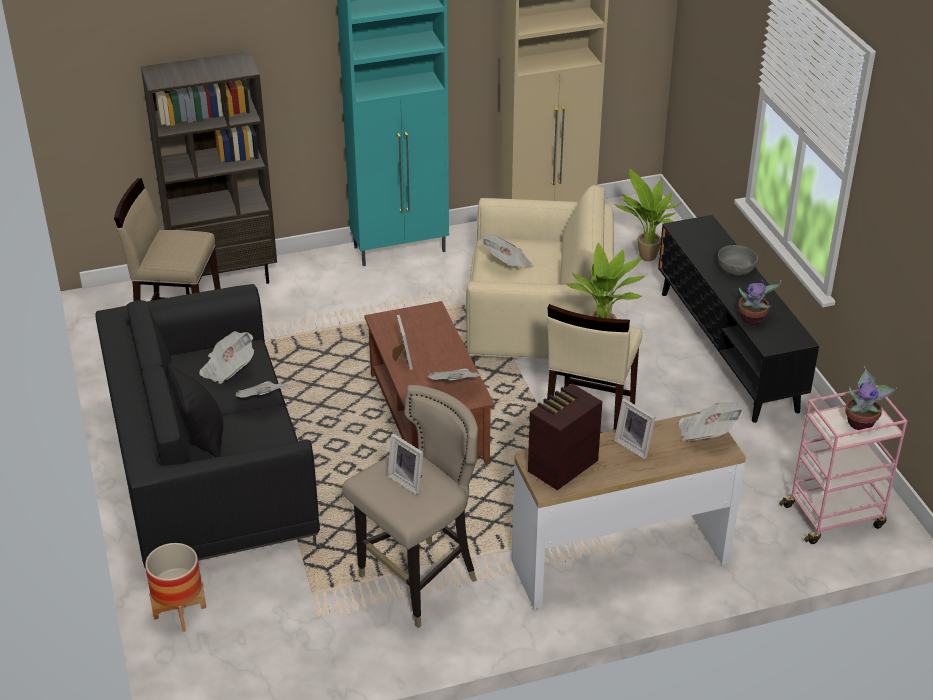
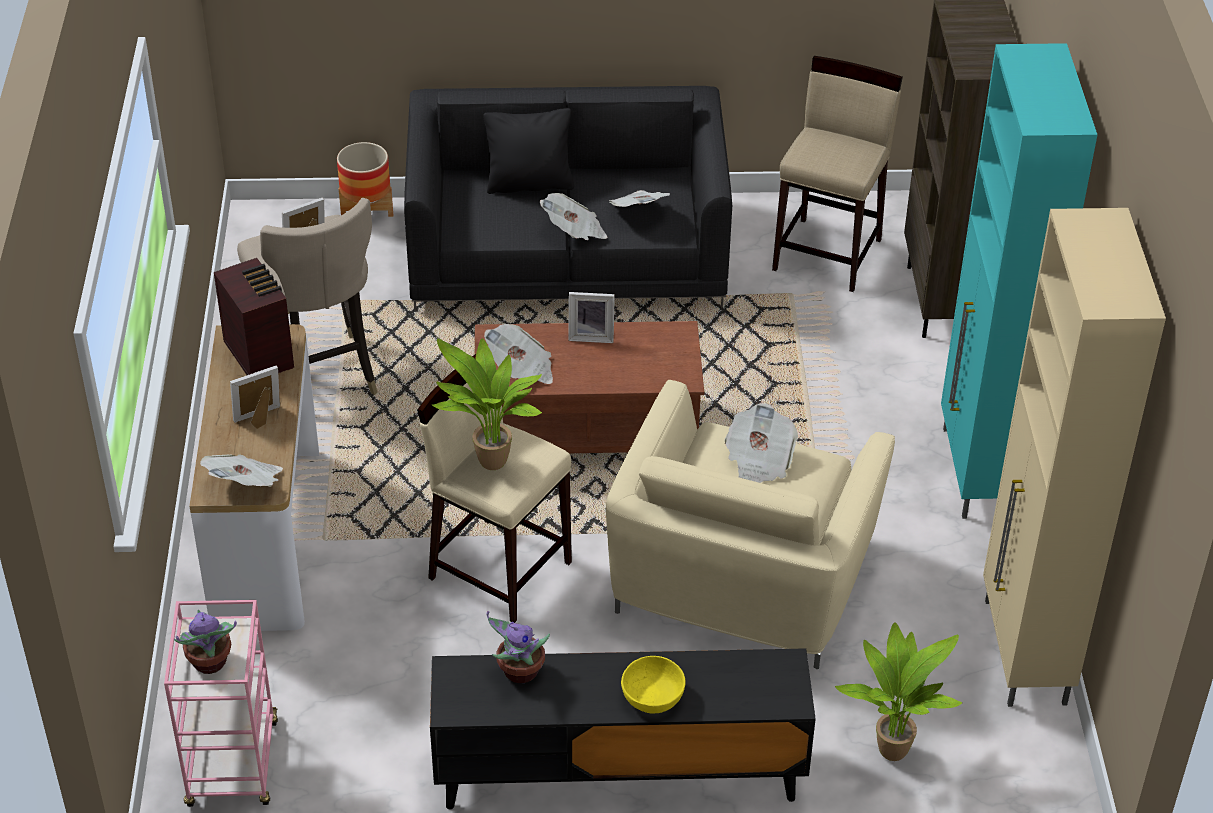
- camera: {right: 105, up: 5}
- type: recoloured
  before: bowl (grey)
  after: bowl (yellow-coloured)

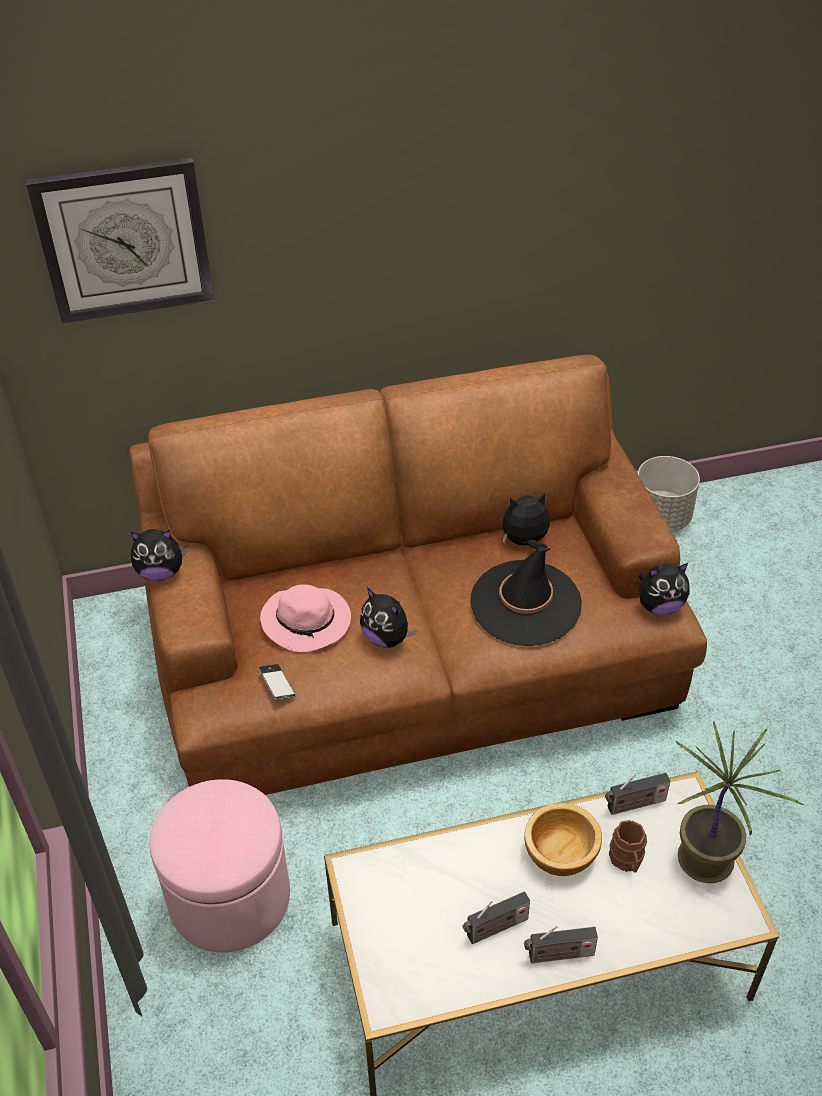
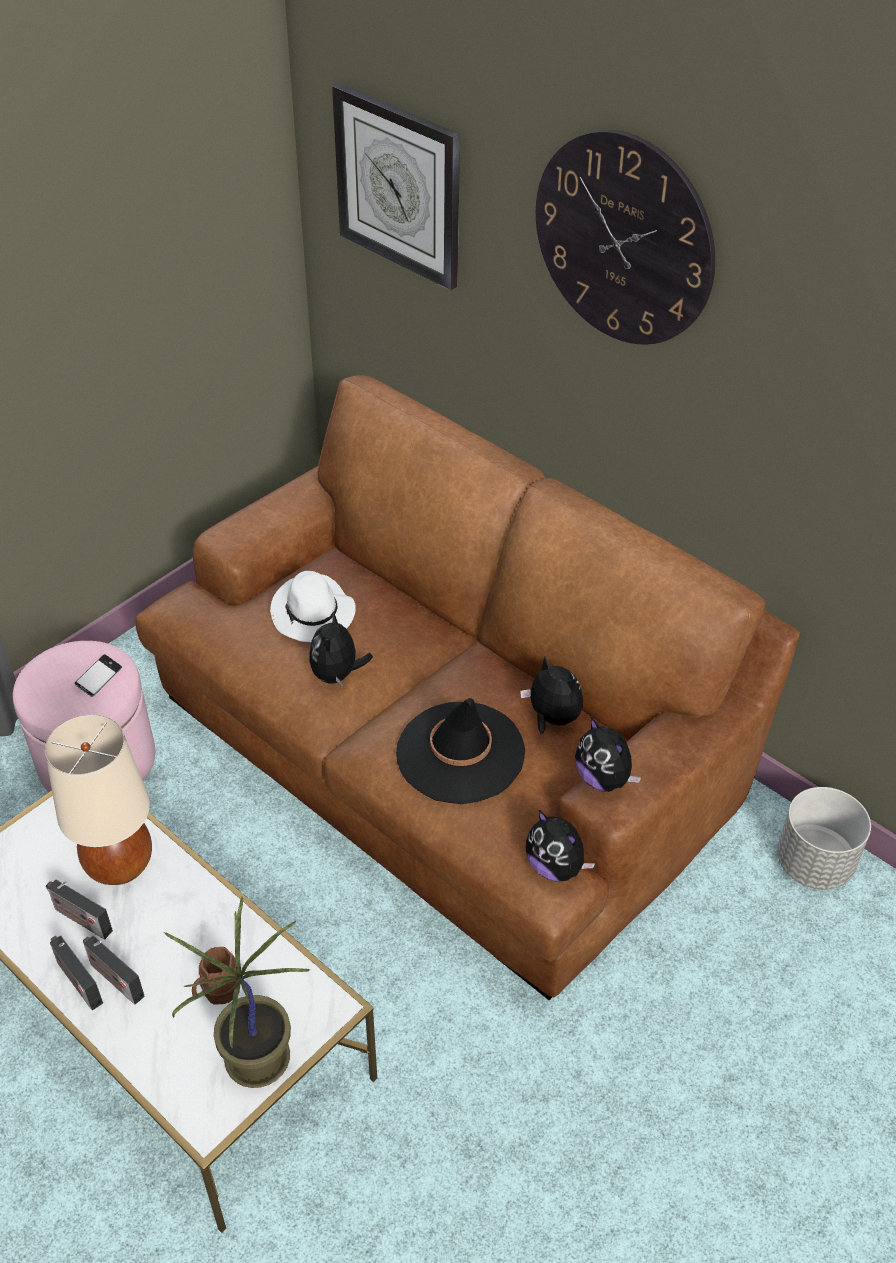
- camera: {right: 55, up: 0}
- type: added
  after: tabletop lamp (beige)
- type: moved
  before: phone
- type: moved
  before: radio (3rd from left)
- type: recoloured
  before: hat (pink-coloured)
  after: hat (whitish)
- type: added
  after: wall clock (2nd from left)
- type: moved
  before: cuddly toy (1st from left in the first image)
  after: cuddly toy (4th from left)
- type: removed
  before: bowl

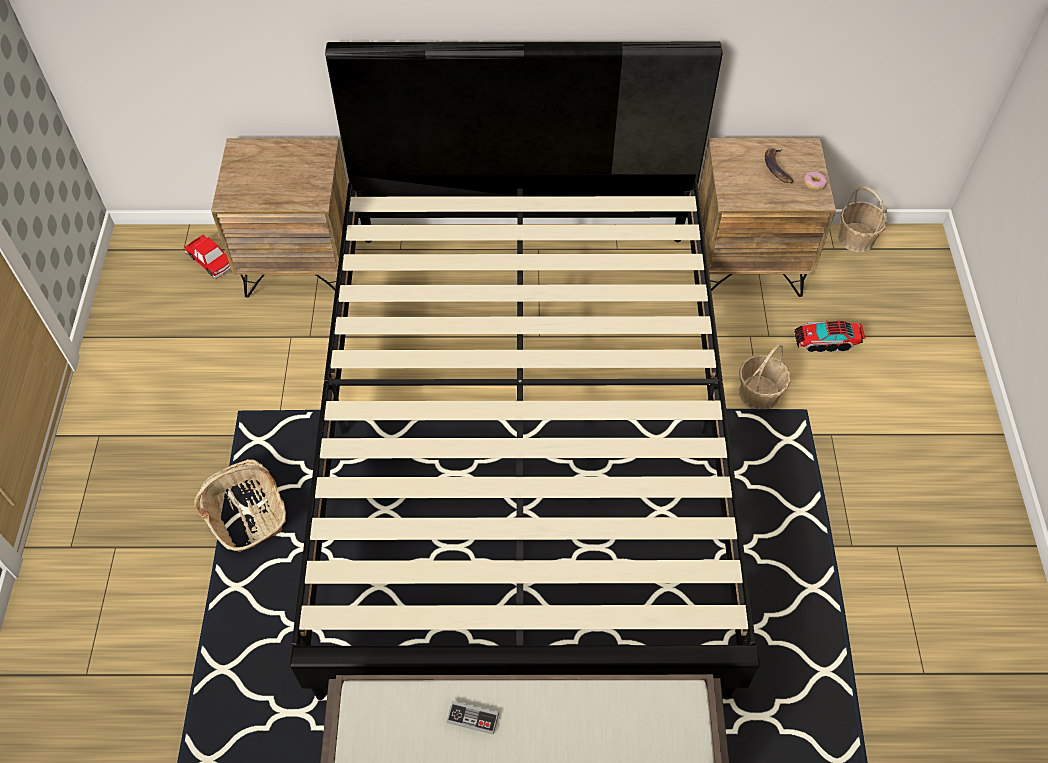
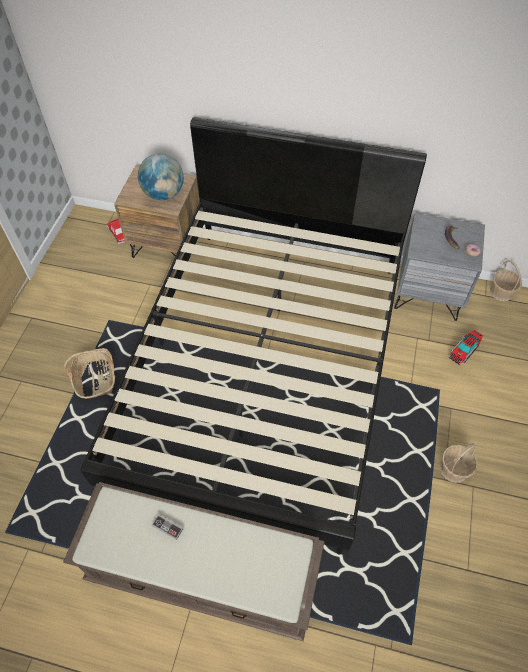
- camera: {right: 15, up: 0}
- type: added
  after: world globe
- type: recoloured
  before: bedside table (brown) (2nd from left)
  after: bedside table (grey)
- type: moved
  before: basket (2nd from left)
- type: turned
  before: toy truck
  turn: -60

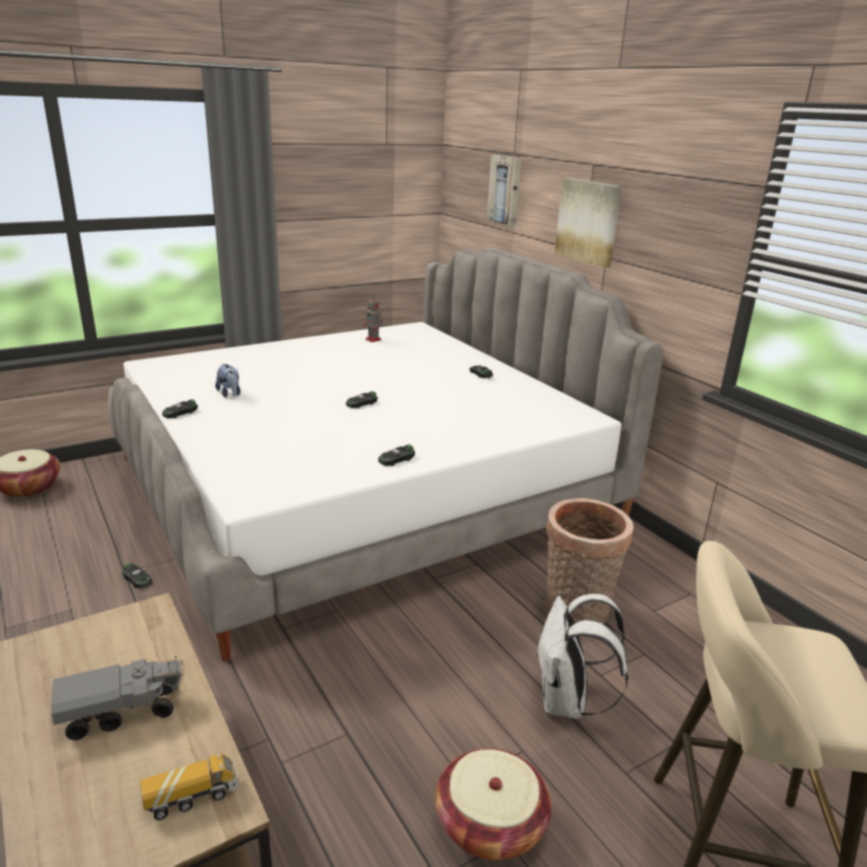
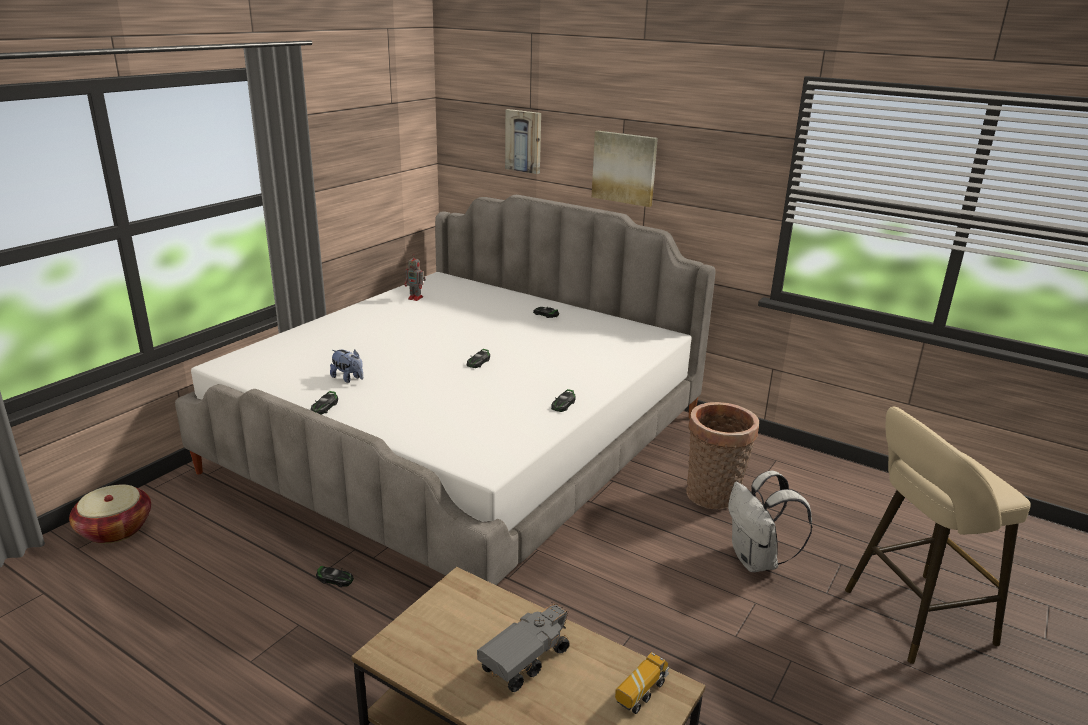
- camera: {right: -25, up: 0}
- type: removed
  before: basket (2nd from left)

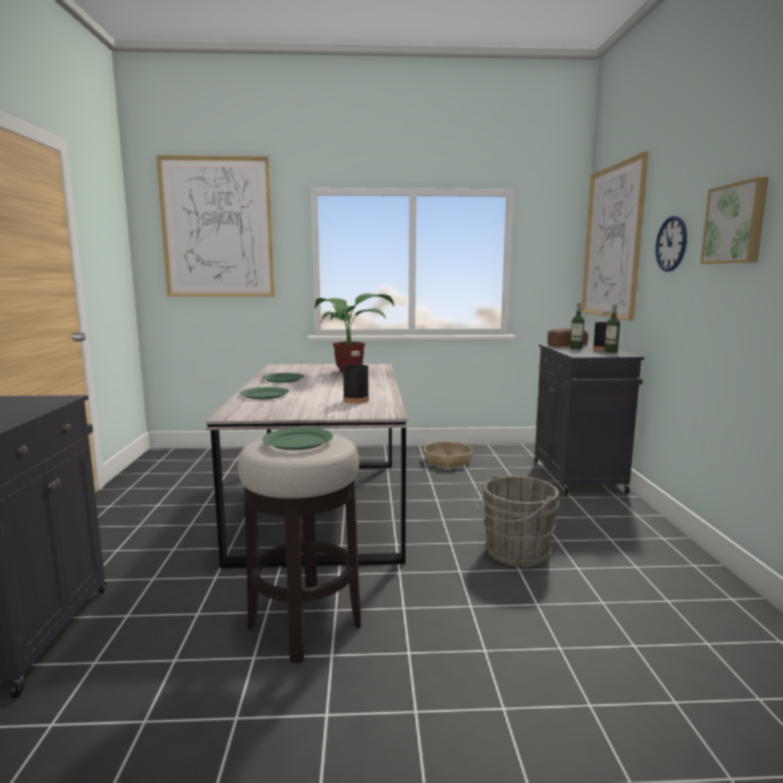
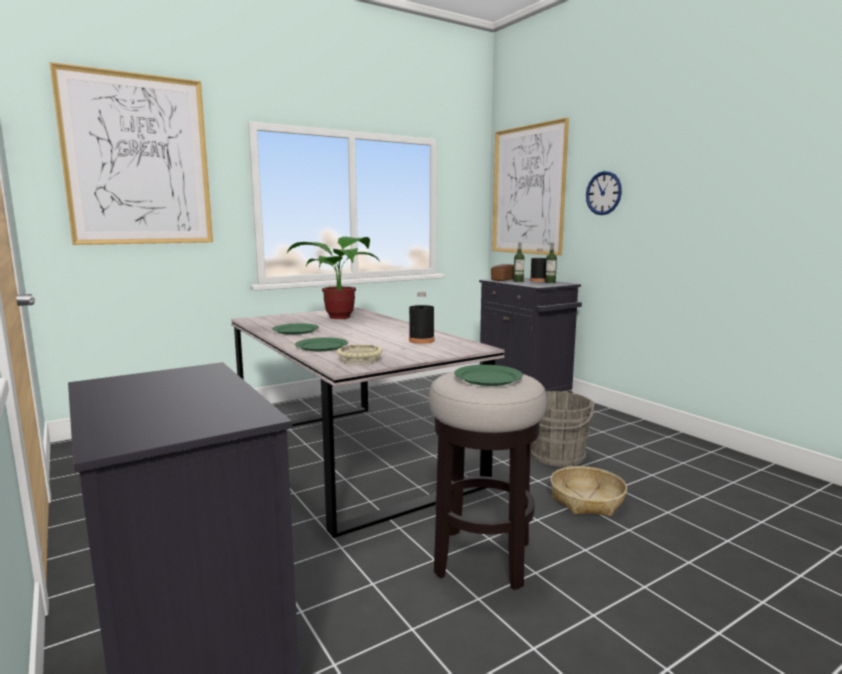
- camera: {right: -30, up: 0}
- type: added
  after: bowl (beige)
- type: moved
  before: basket
- type: removed
  before: picture (3rd from left)

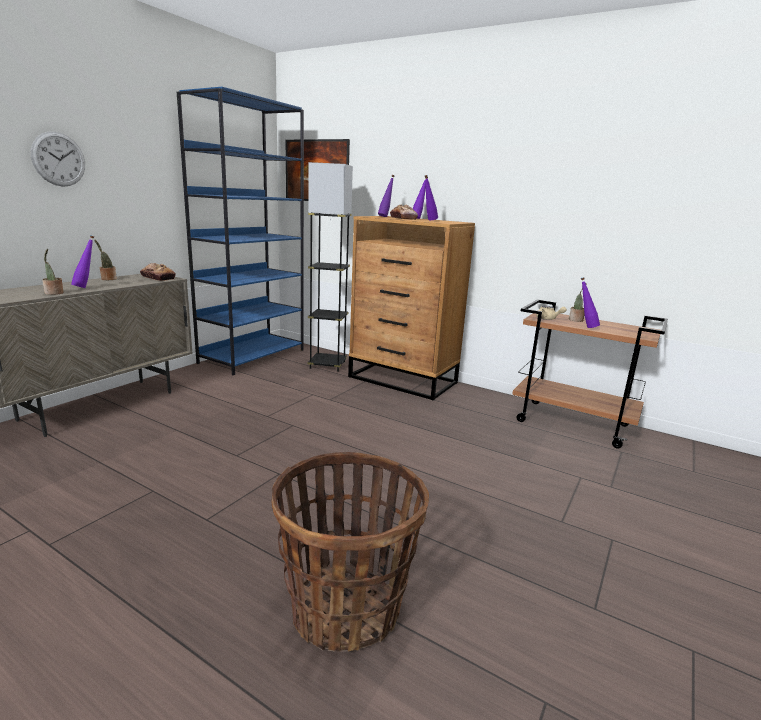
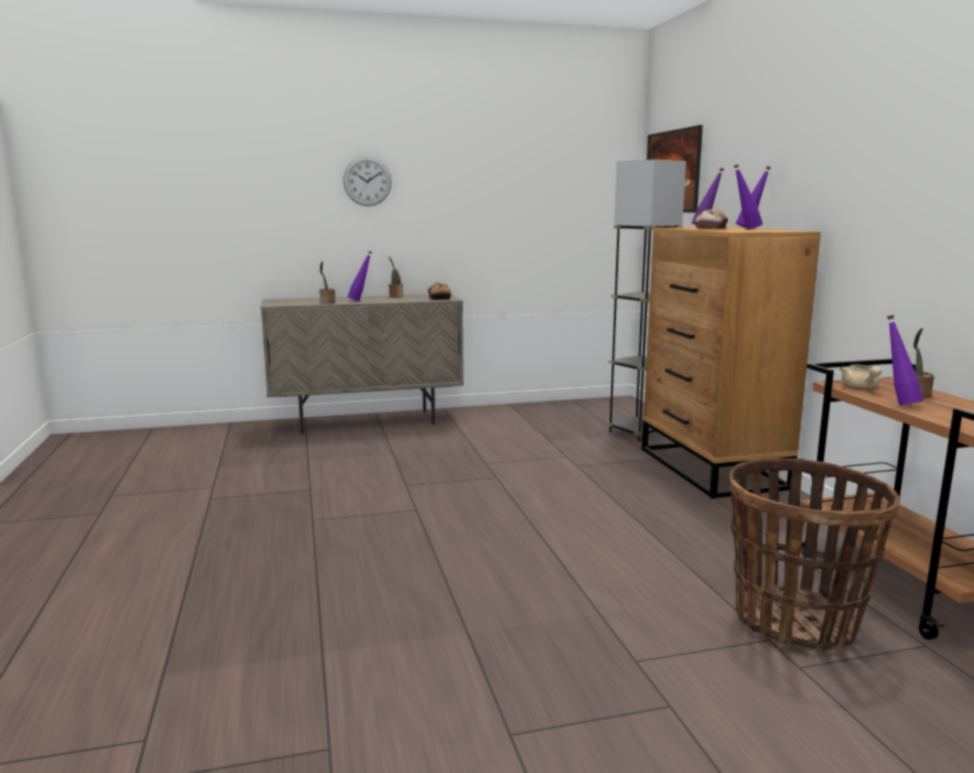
- camera: {right: 45, up: -5}
- type: moved
  before: basket
- type: removed
  before: shelving unit (bluish)

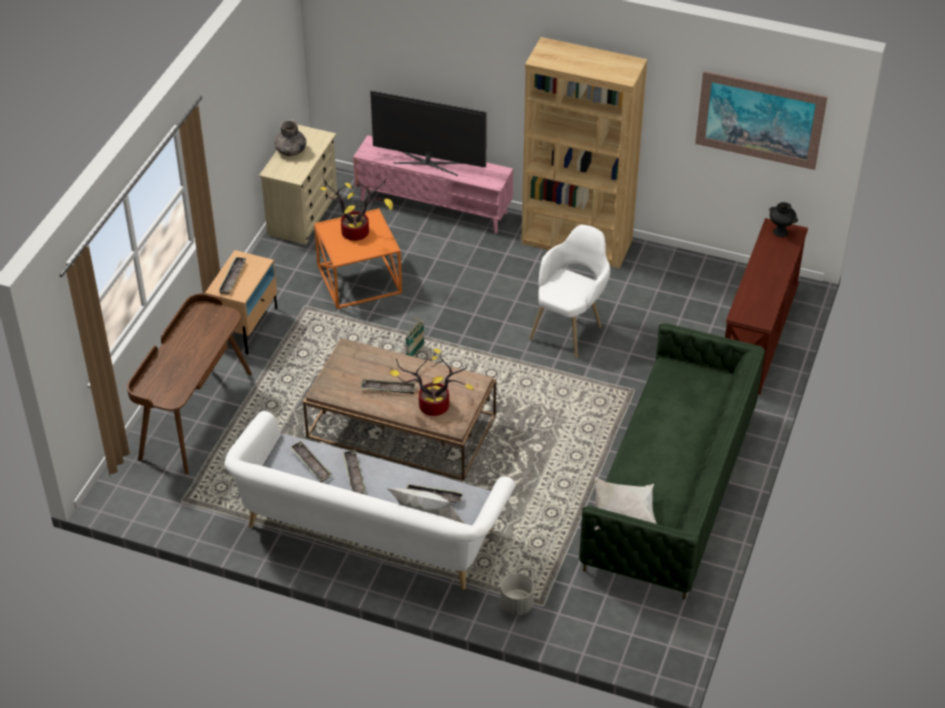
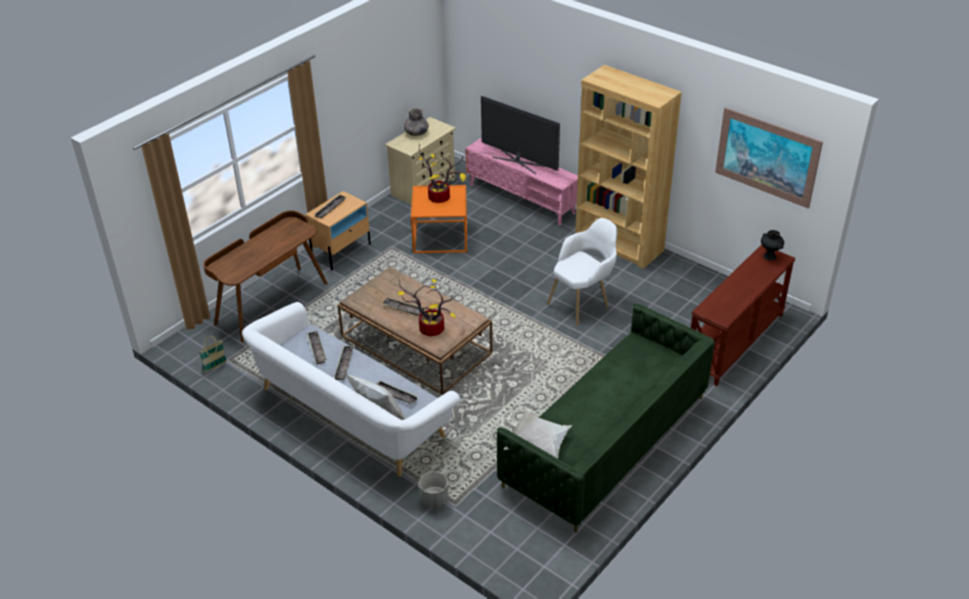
- camera: {right: 20, up: -5}
- type: moved
  before: basket

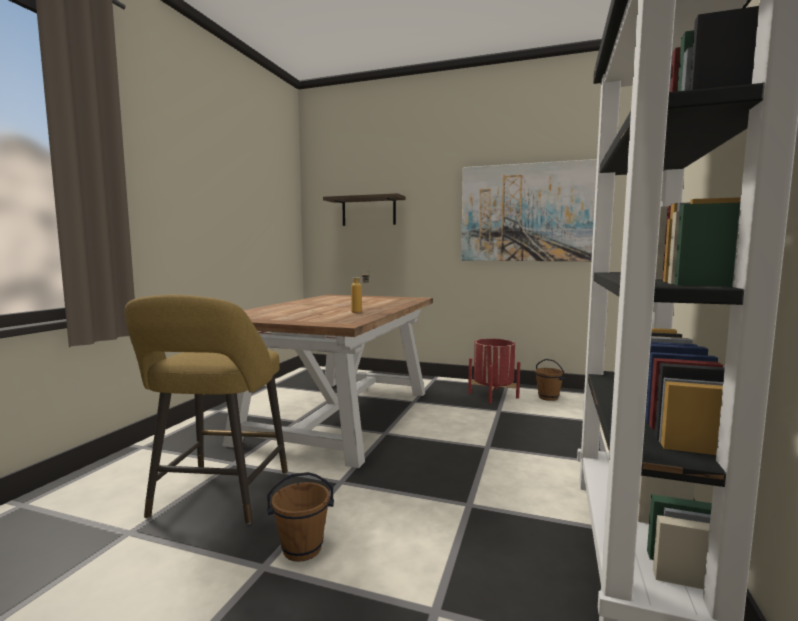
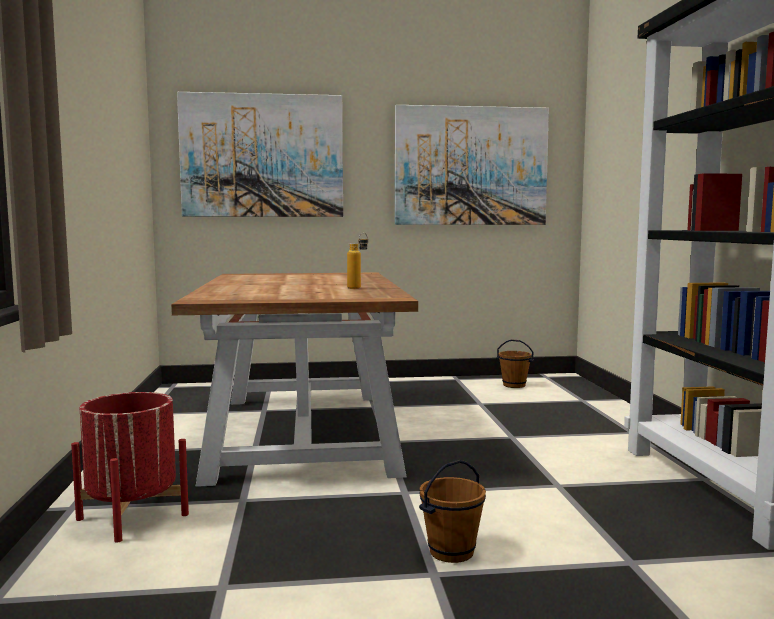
- camera: {right: -25, up: 0}
- type: moved
  before: planter (red)
- type: replaced
  before: shelf
  after: picture (1st from left)
- type: removed
  before: sitting stool (yellow-coloured)

